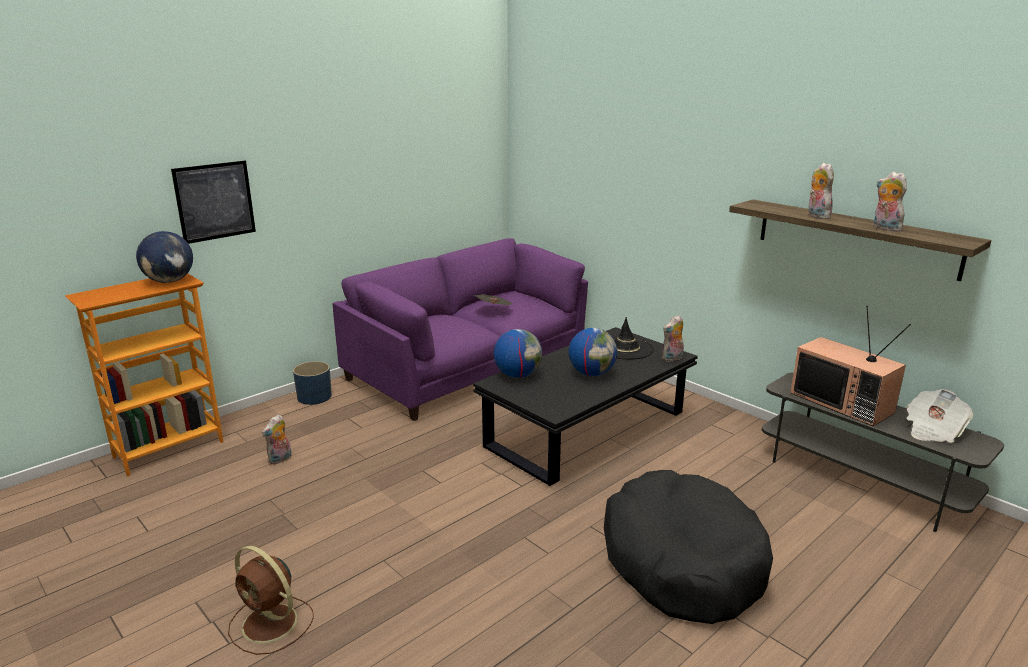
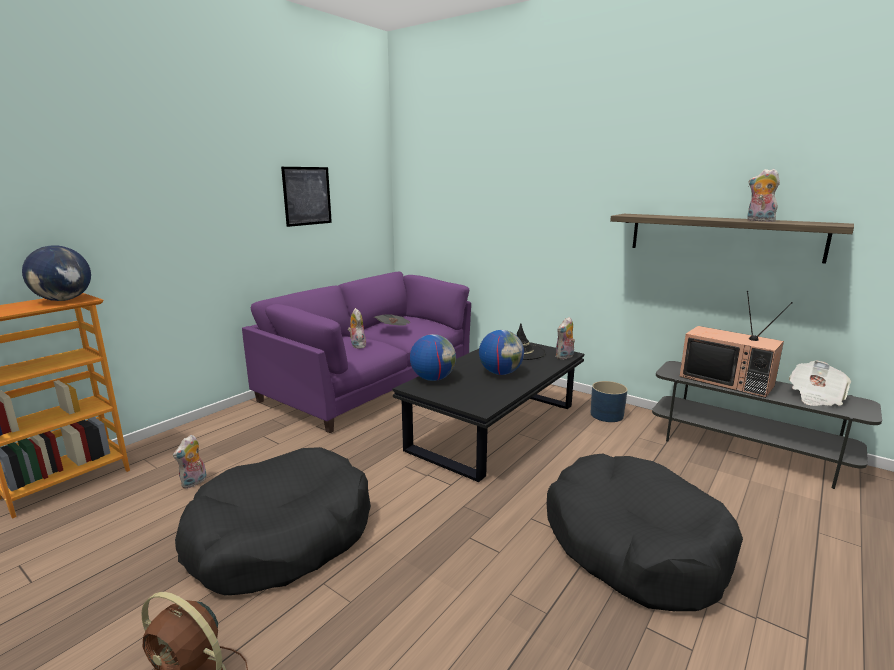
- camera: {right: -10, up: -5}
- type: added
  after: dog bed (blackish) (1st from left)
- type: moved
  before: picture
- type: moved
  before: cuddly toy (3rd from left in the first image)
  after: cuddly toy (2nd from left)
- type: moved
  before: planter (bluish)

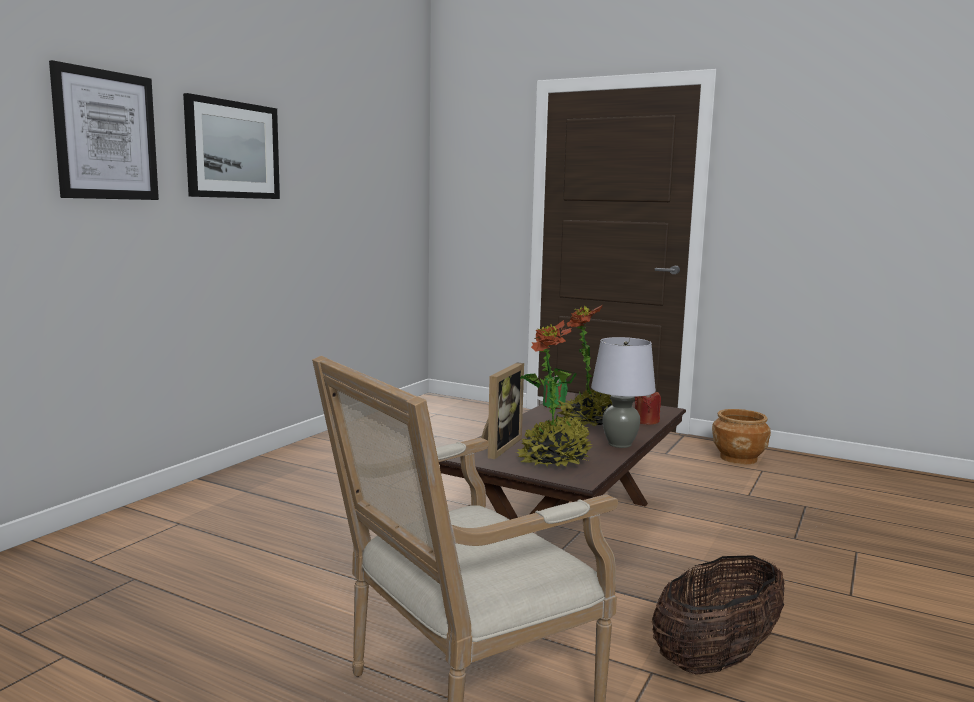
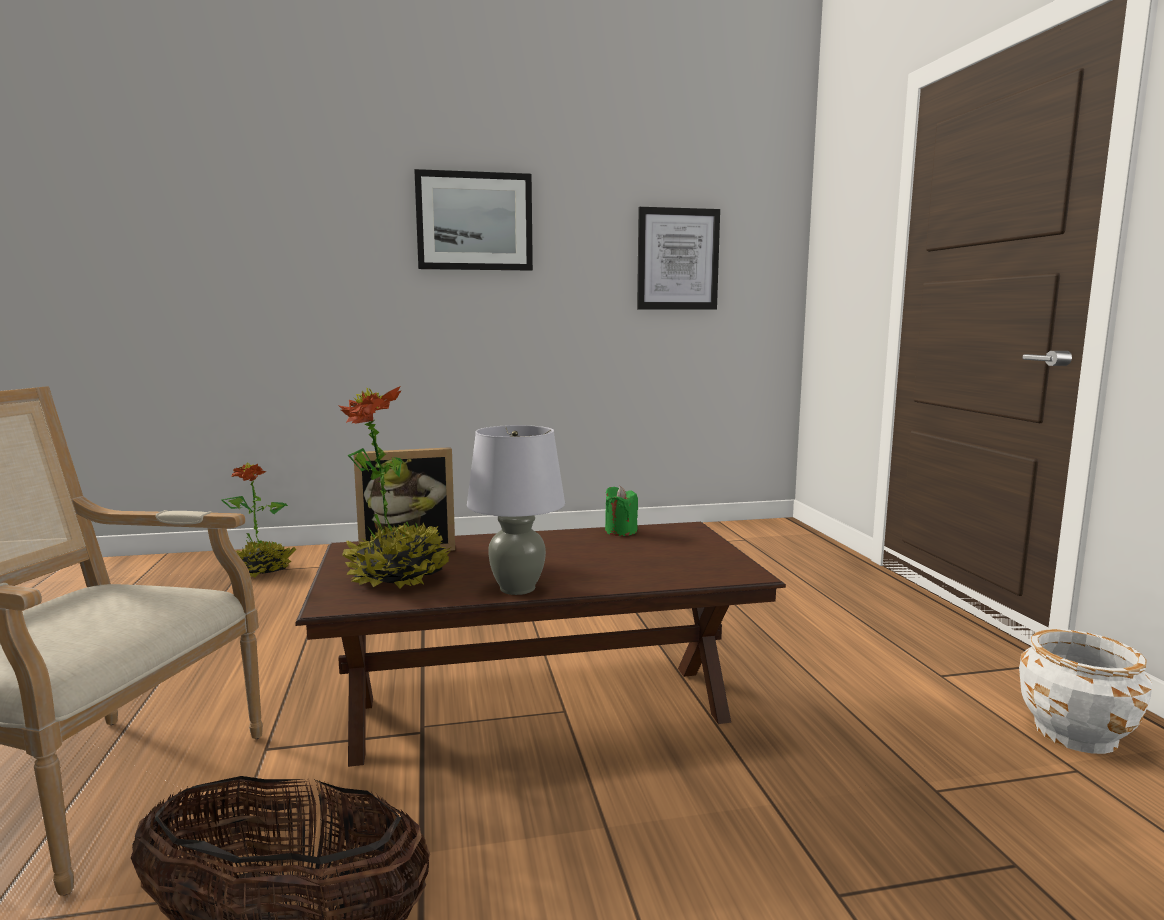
- camera: {right: 50, up: 0}
- type: moved
  before: potted plant (2nd from left in the first image)
  after: potted plant (1st from left)
- type: moved
  before: picture (1st from left in the first image)
  after: picture (2nd from left)
- type: recoloured
  before: planter (brown)
  after: planter (whitish)
- type: removed
  before: candle (red)

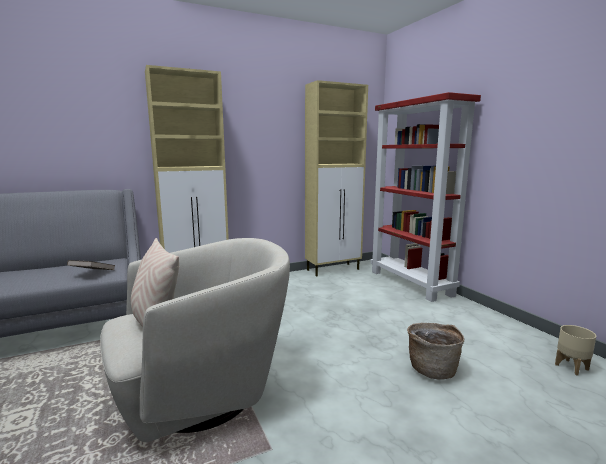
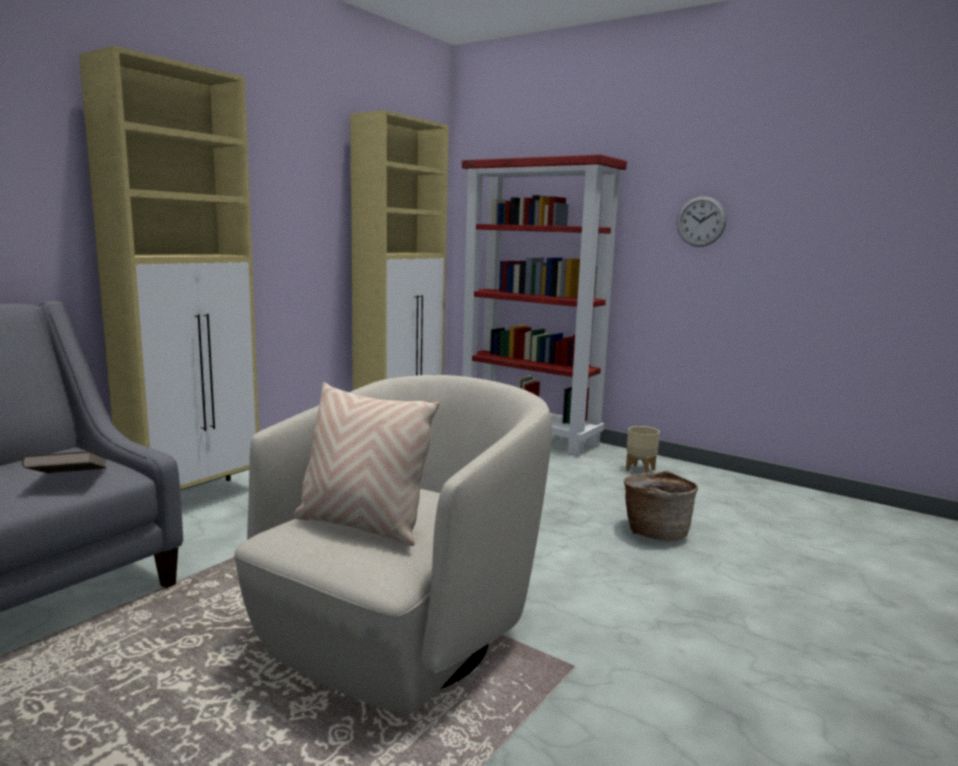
- camera: {right: -30, up: 0}
- type: moved
  before: planter (beige)
- type: added
  after: wall clock

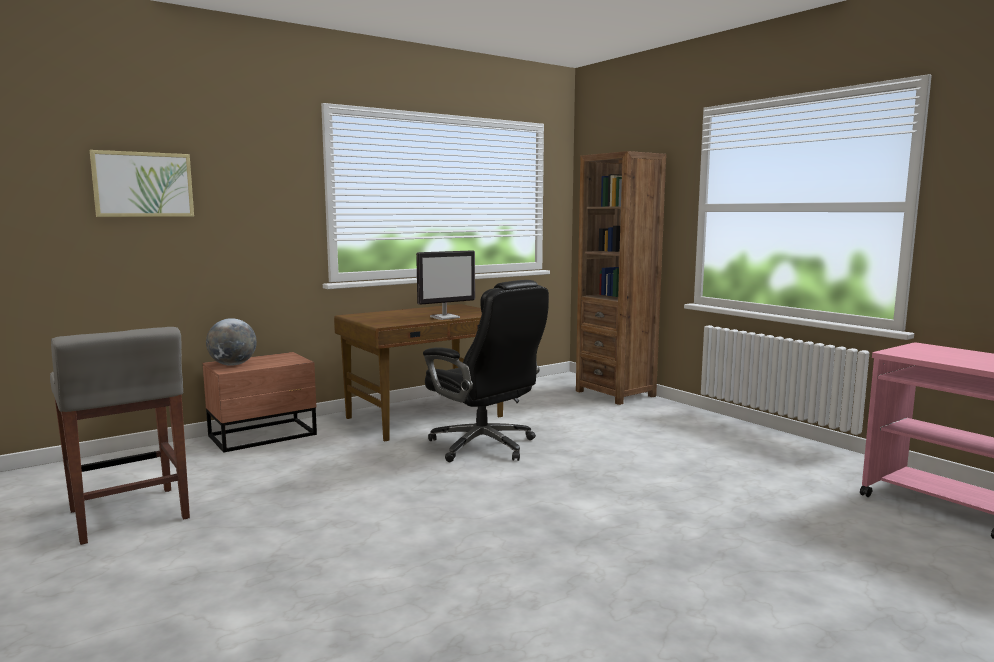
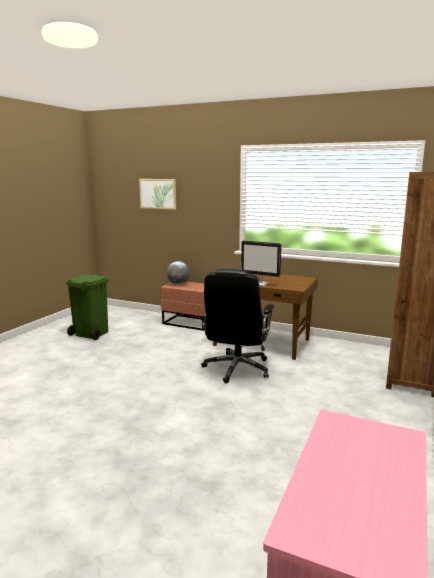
- camera: {right: 60, up: 5}
- type: replaced
  before: sitting stool (grey)
  after: trash can (green-coloured)

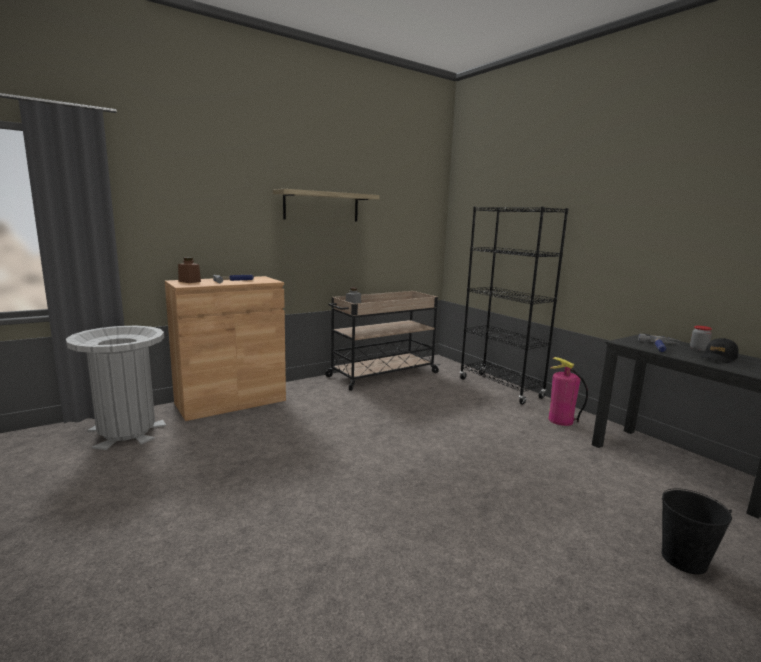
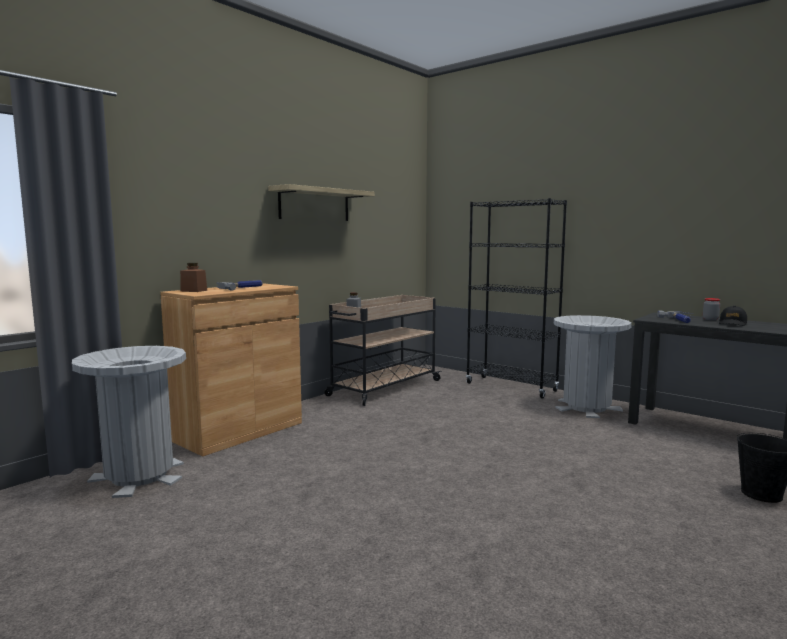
- camera: {right: -15, up: -5}
- type: replaced
  before: fire extinguisher
  after: trash can (grey) (2nd from left)

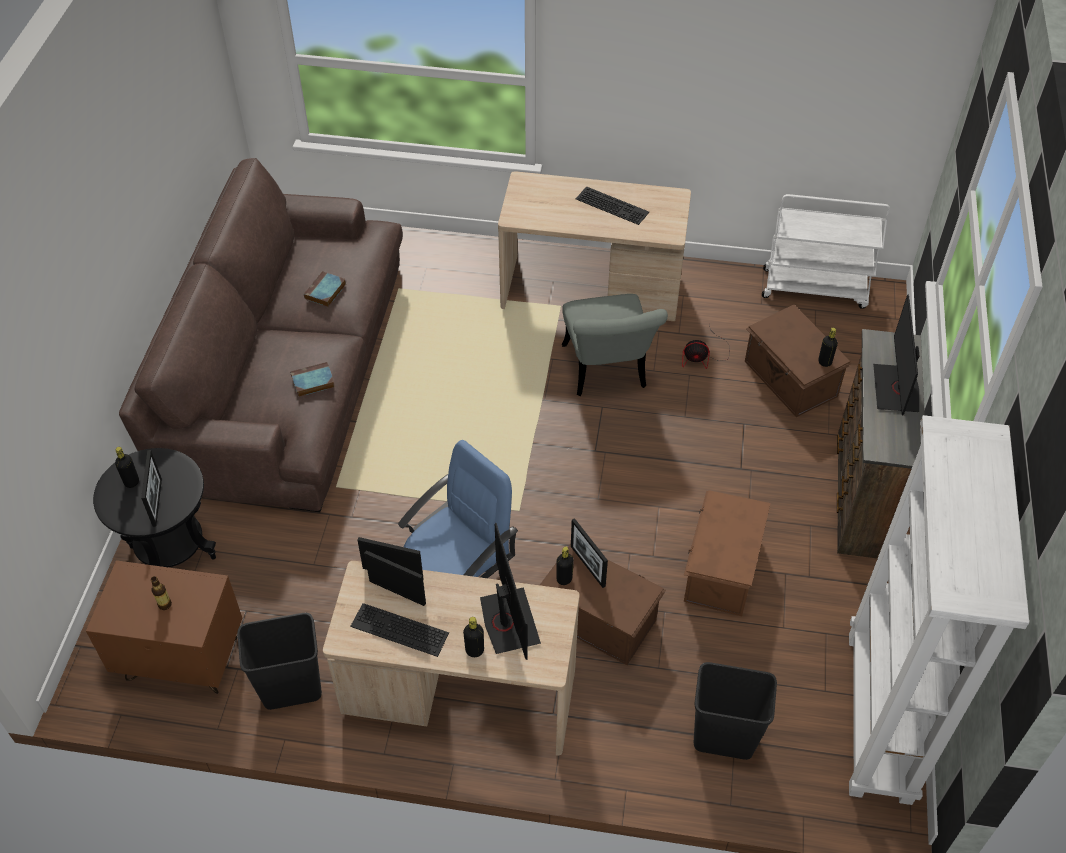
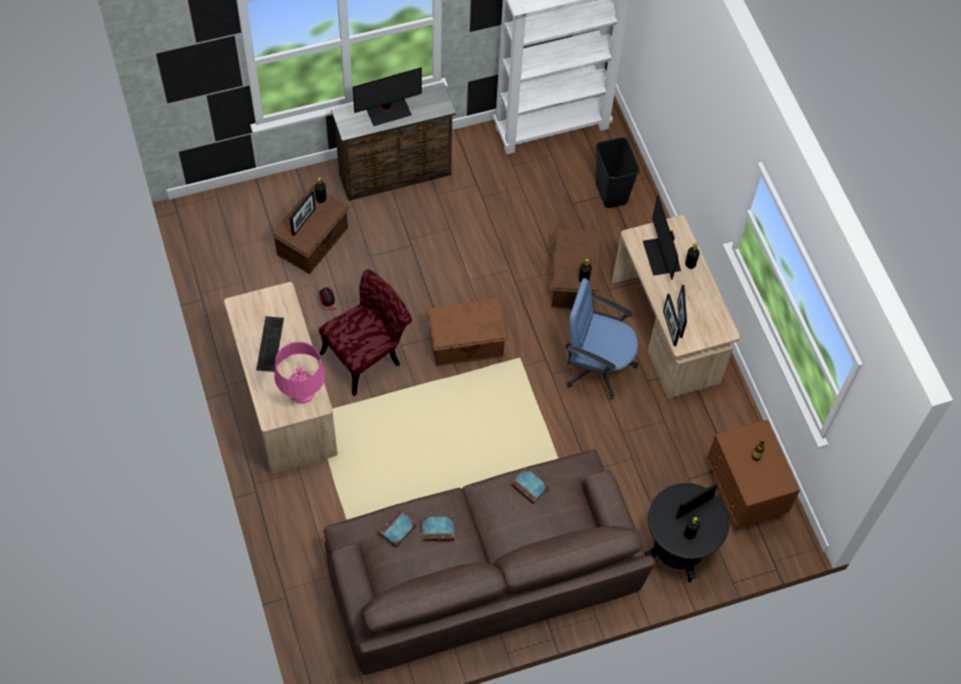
- camera: {right: -120, up: 10}
- type: added
  after: tabletop lamp (pink-coloured)
- type: moved
  before: picture frame (4th from left in the first image)
  after: picture frame (1st from left)
- type: recoloured
  before: upright chair (grey)
  after: upright chair (red)
- type: added
  after: bound book (1st from left)
- type: moved
  before: storage box (brown) (2nd from left)
- type: turned
  before: monitor (1st from left in the first image)
  turn: -60
- type: removed
  before: trash can (blackish) (1st from left)
- type: removed
  before: computer keyboard (1st from left)
- type: removed
  before: trolley (whitish)

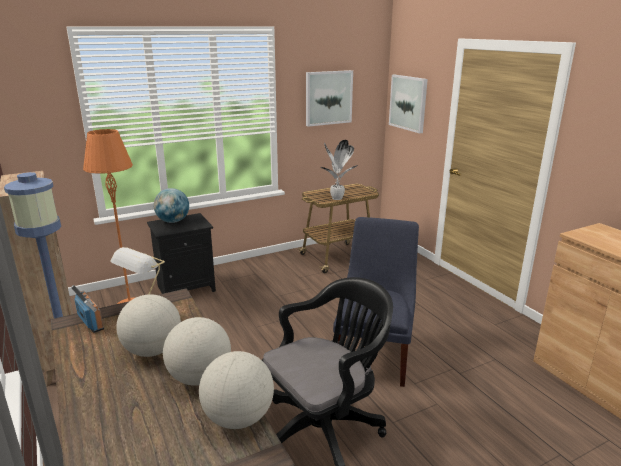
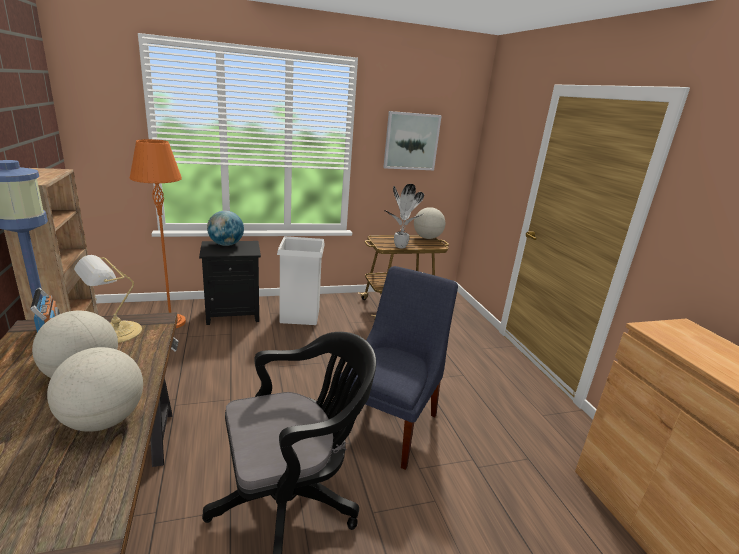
- camera: {right: 10, up: 0}
- type: added
  after: trash can (whitish)
- type: moved
  before: world globe (4th from left)
- type: removed
  before: picture (2nd from left)

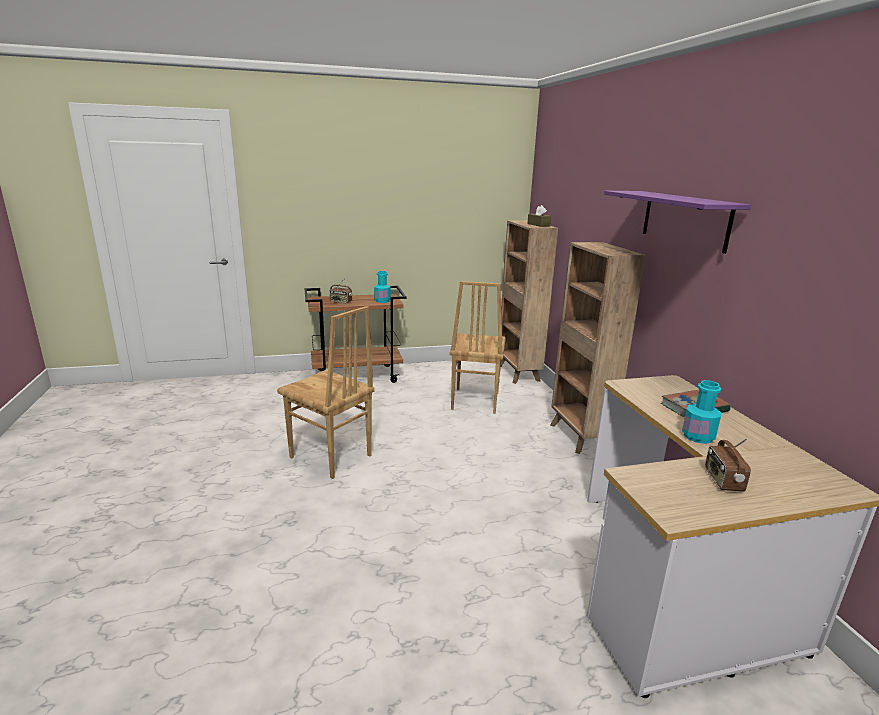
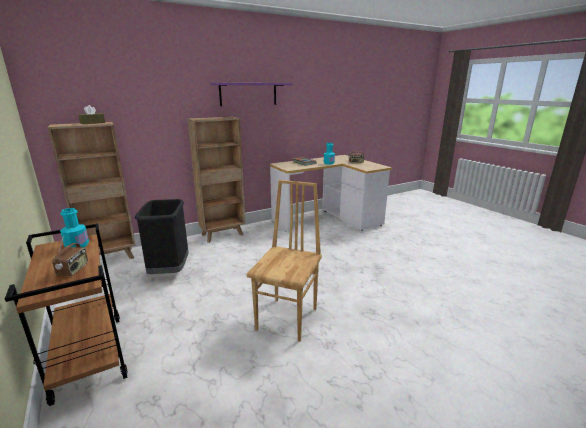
- camera: {right: -105, up: 0}
- type: replaced
  before: upright chair (brown) (2nd from left)
  after: trash can (blackish)

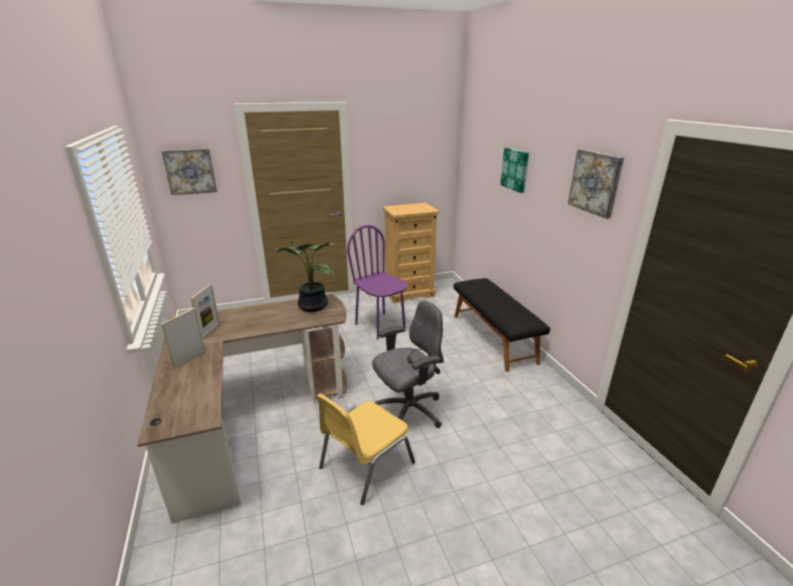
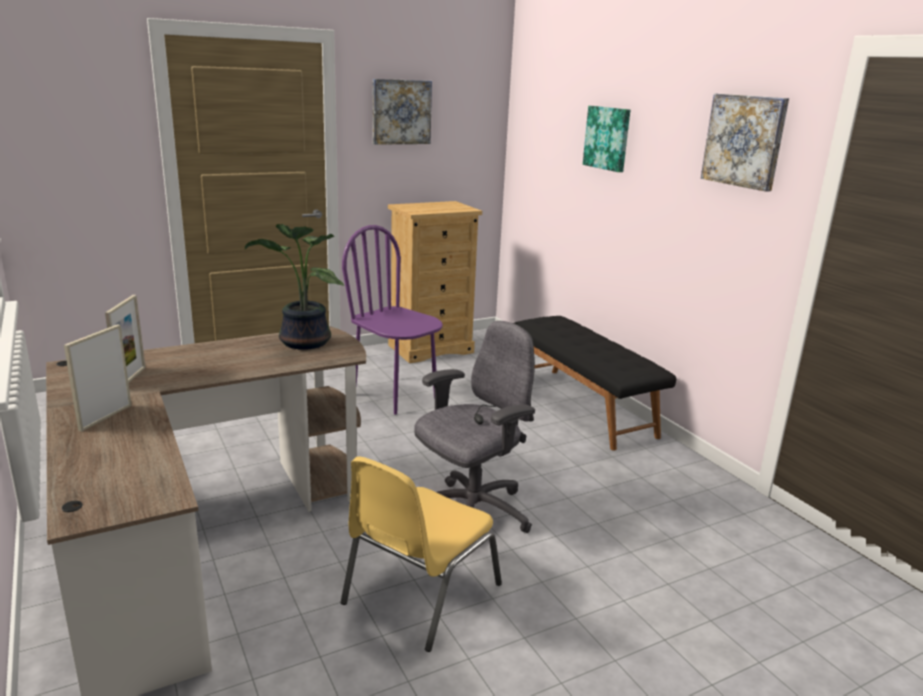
- camera: {right: -10, up: -5}
- type: moved
  before: picture (1st from left)

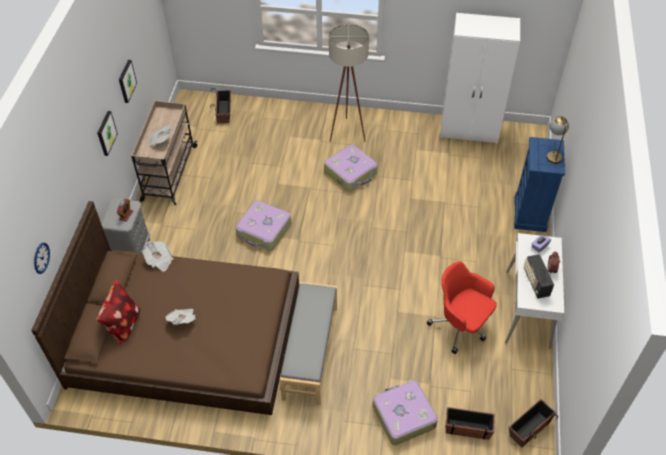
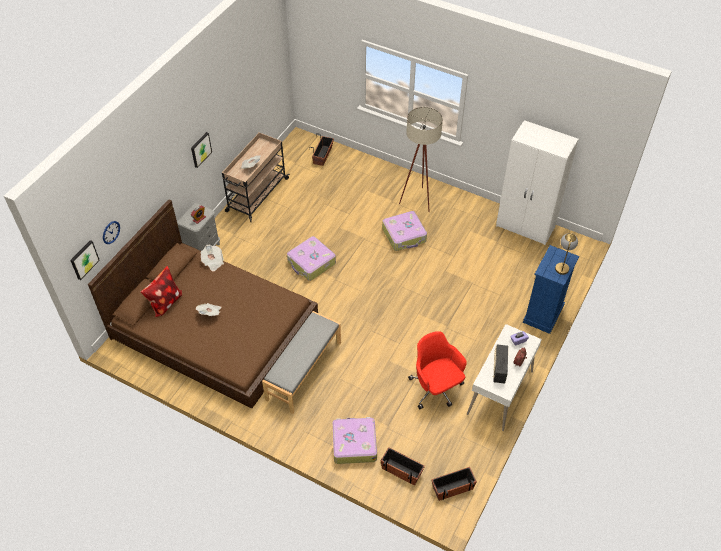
- camera: {right: 20, up: 0}
- type: moved
  before: picture (2nd from left in the first image)
  after: picture (1st from left)

